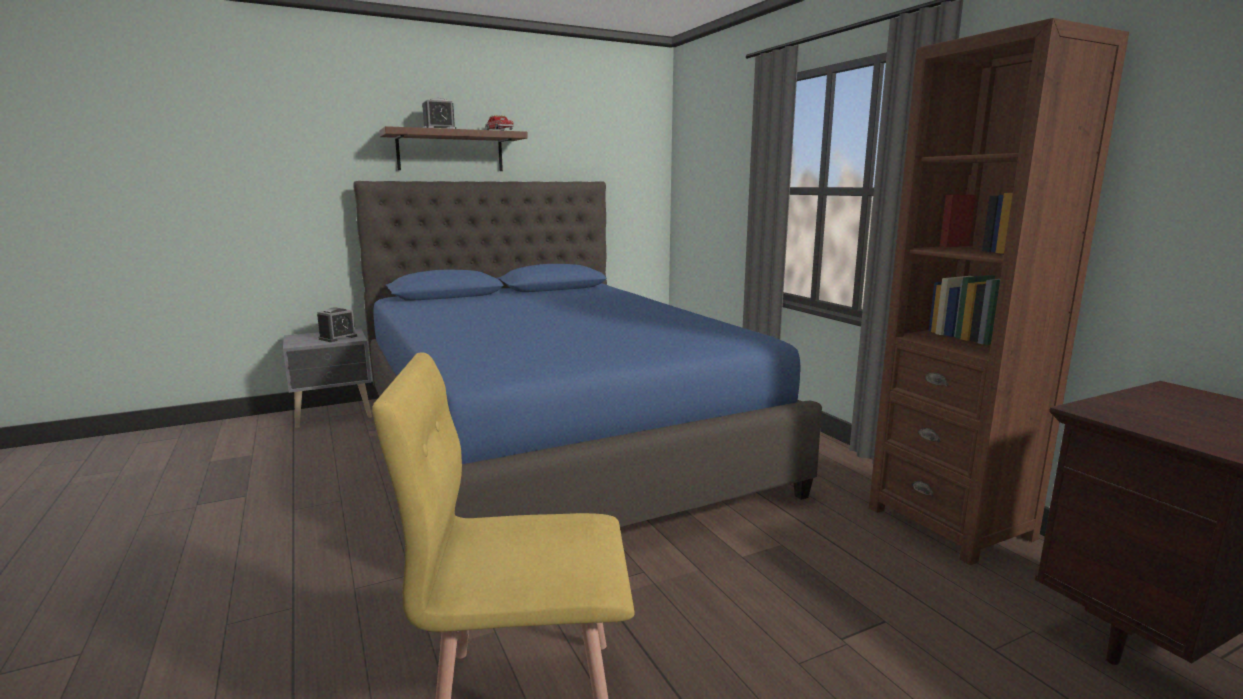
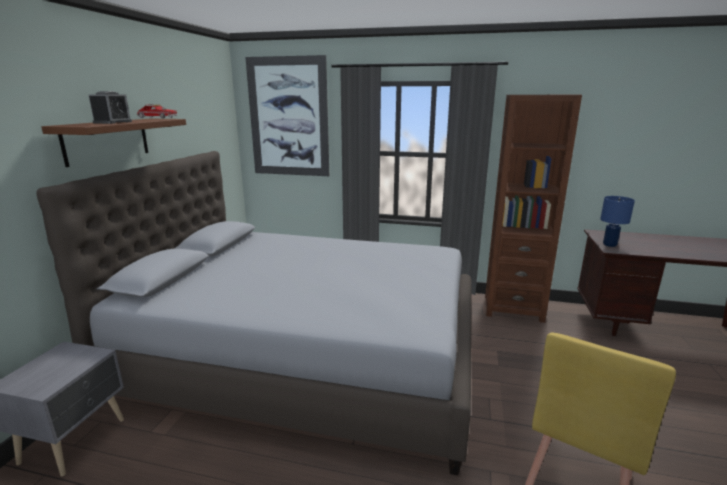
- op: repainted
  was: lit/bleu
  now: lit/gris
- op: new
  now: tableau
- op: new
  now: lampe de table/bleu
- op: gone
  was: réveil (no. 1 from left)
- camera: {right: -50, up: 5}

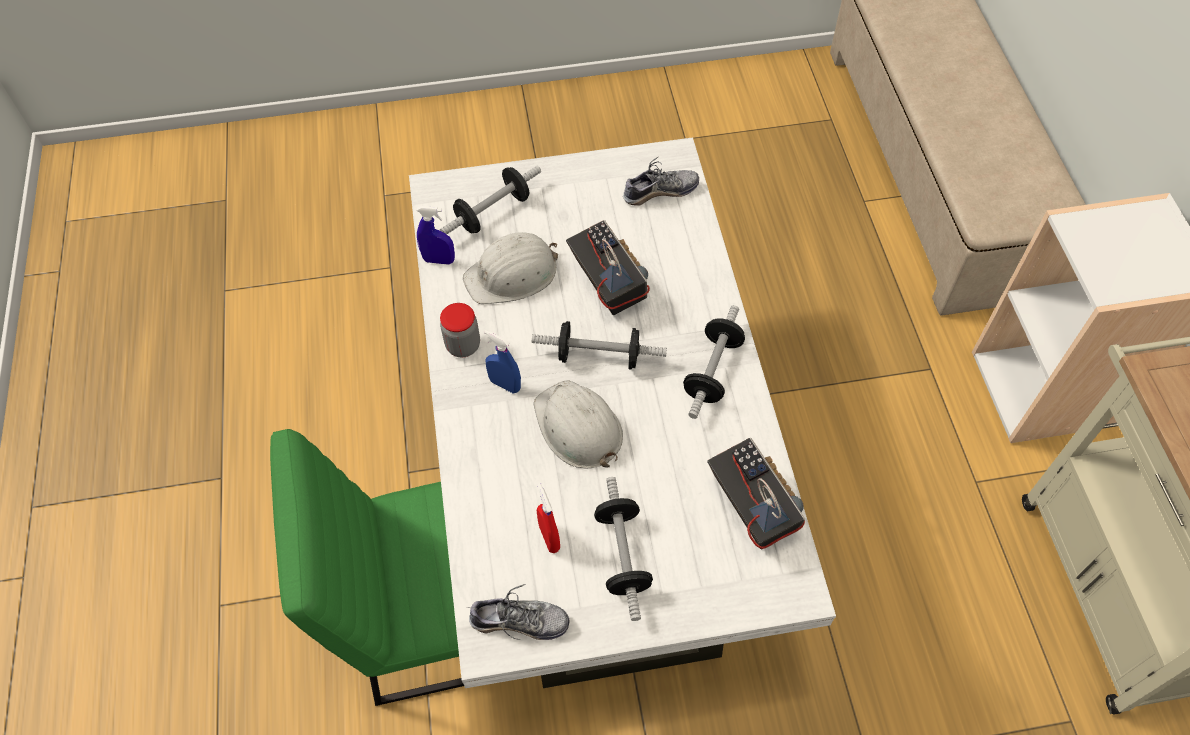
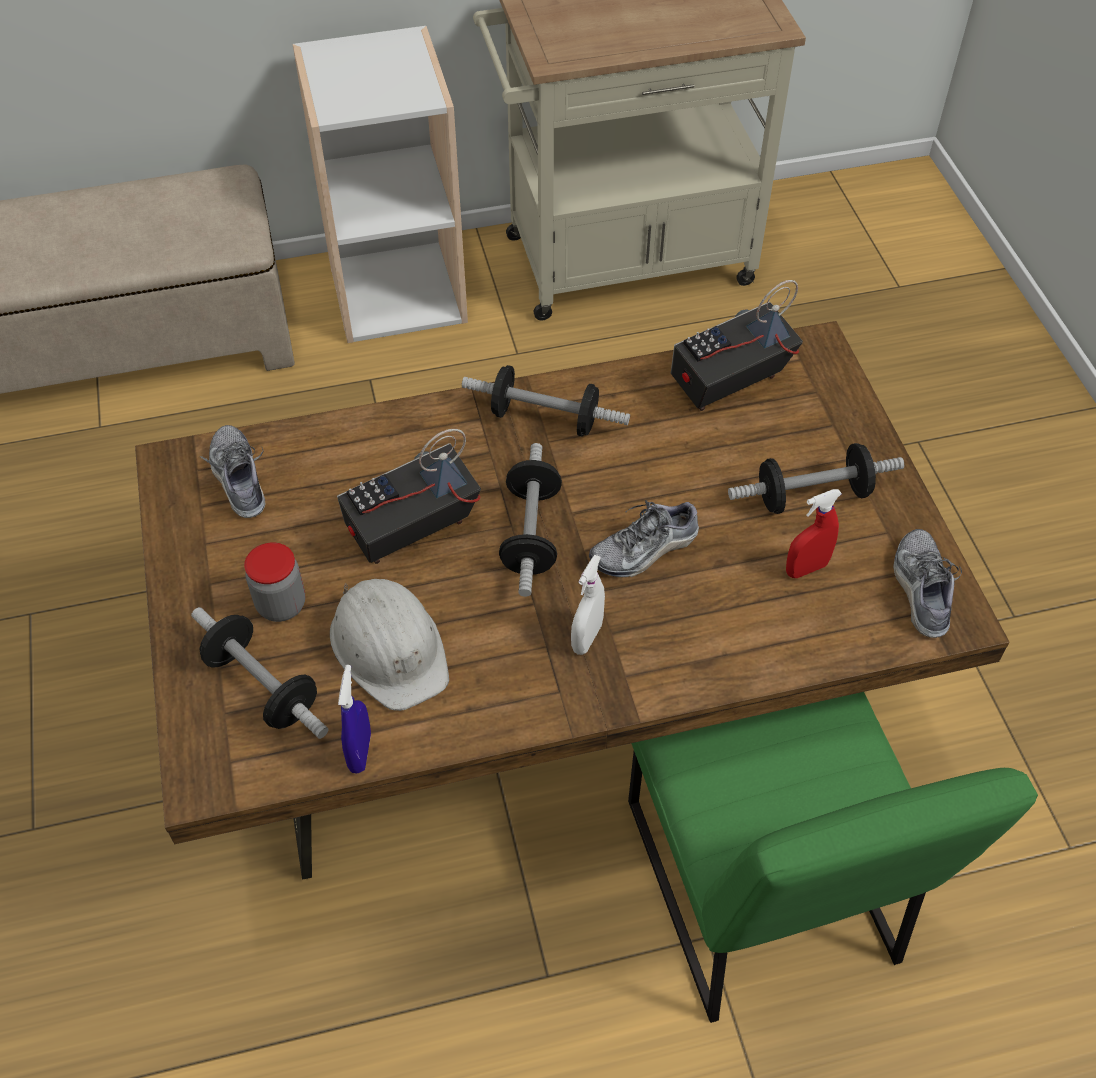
- op: repainted
  was: table à manger/blanc
  now: table à manger/marron
- op: shifted
  was: bocal
- op: repainted
  was: vaporisateur/bleu (no. 2 from left)
  now: vaporisateur/blanc
- op: swapped
  was: casque de chantier/blanc (no. 2 from left)
  now: chaussure (no. 2 from left)
- camera: {right: -95, up: -5}

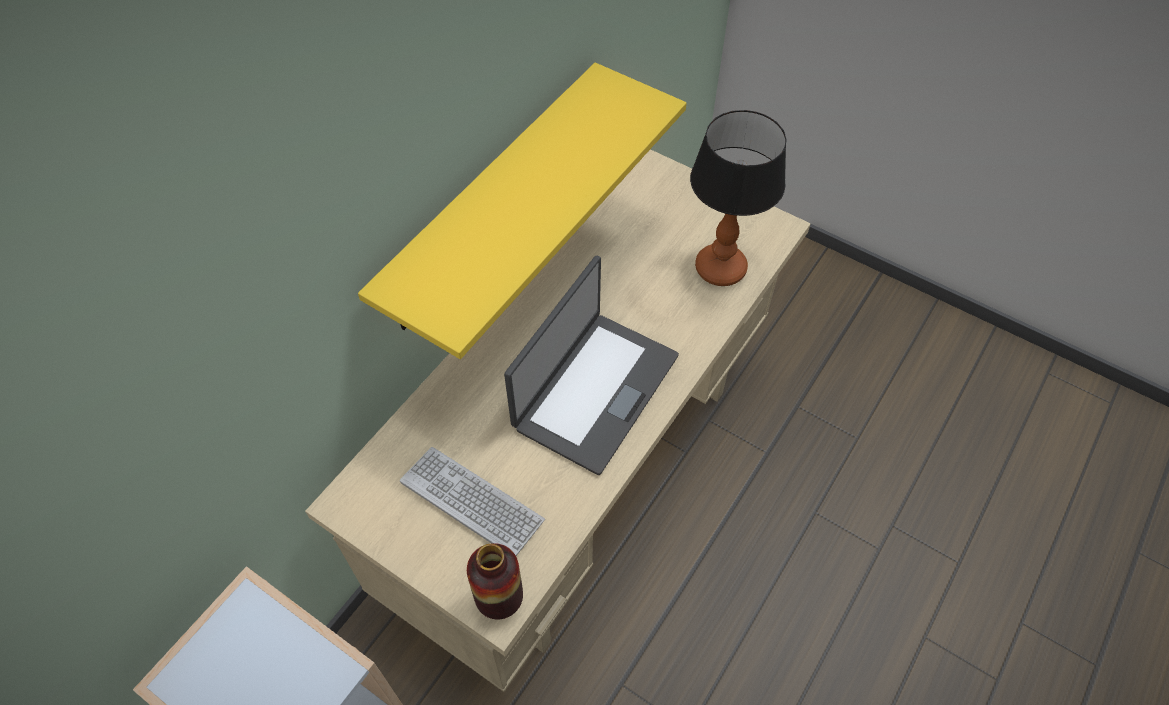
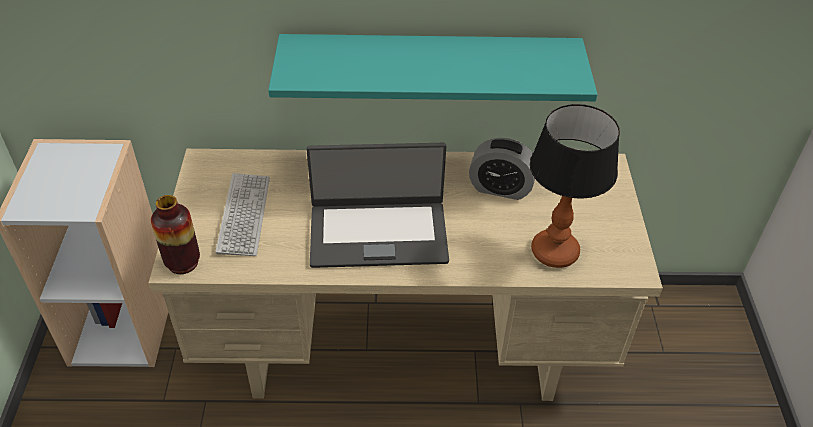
- op: repainted
  was: étagère/jaune
  now: étagère/turquoise
- op: new
  now: réveil
- camera: {right: 55, up: -10}

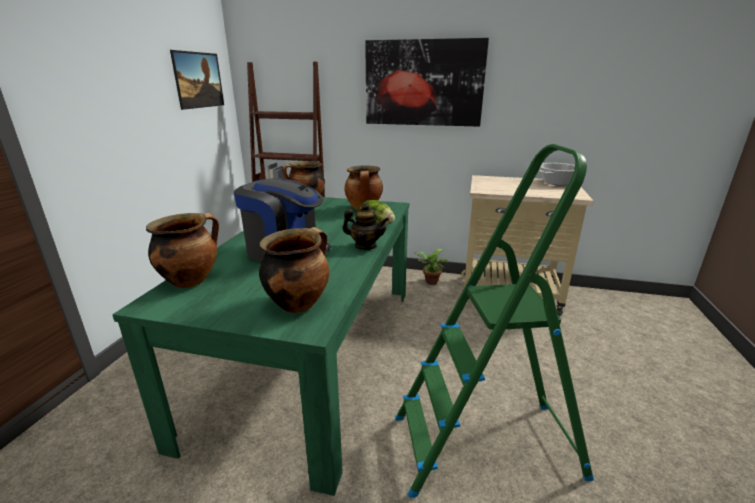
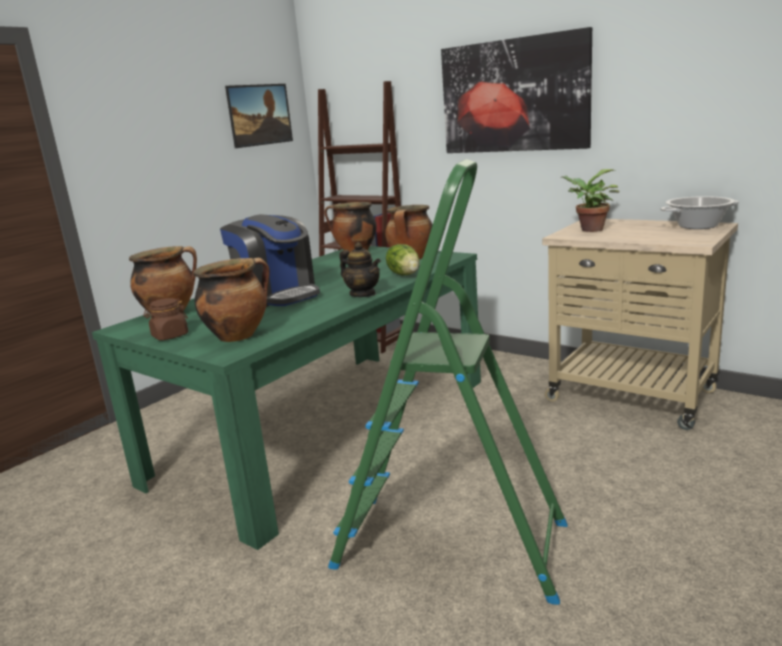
- op: new
  now: bocal/marron
- op: shifted
  was: plante en pot
- camera: {right: 25, up: -5}

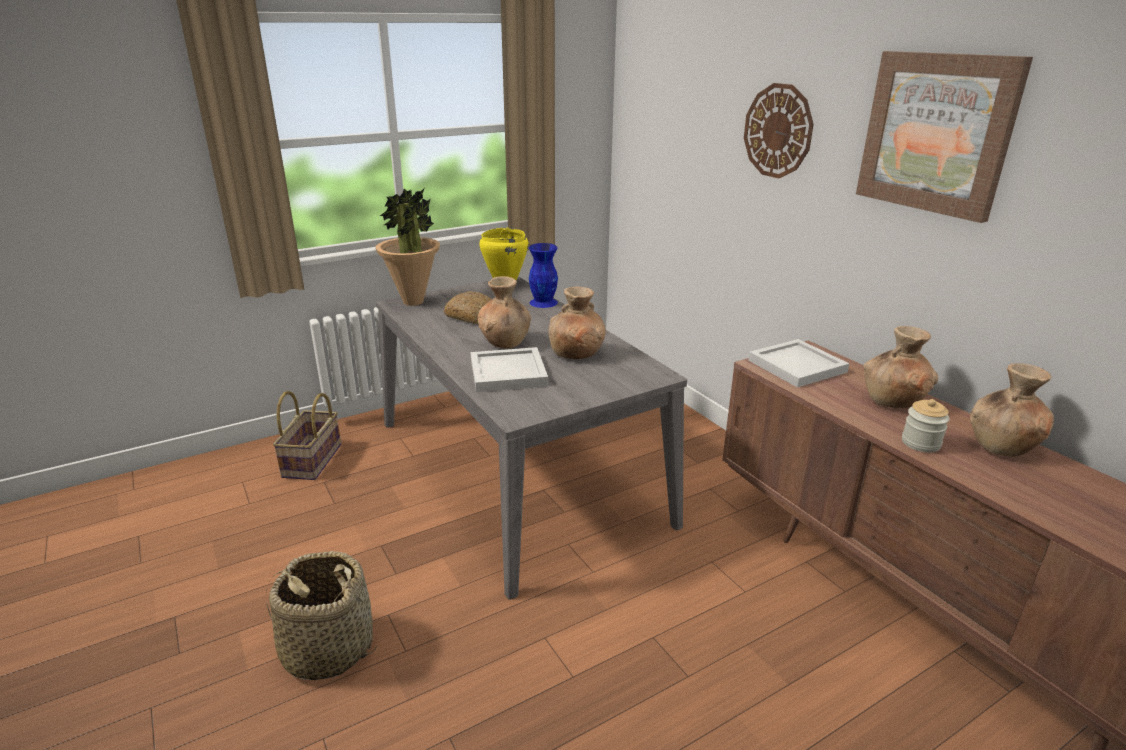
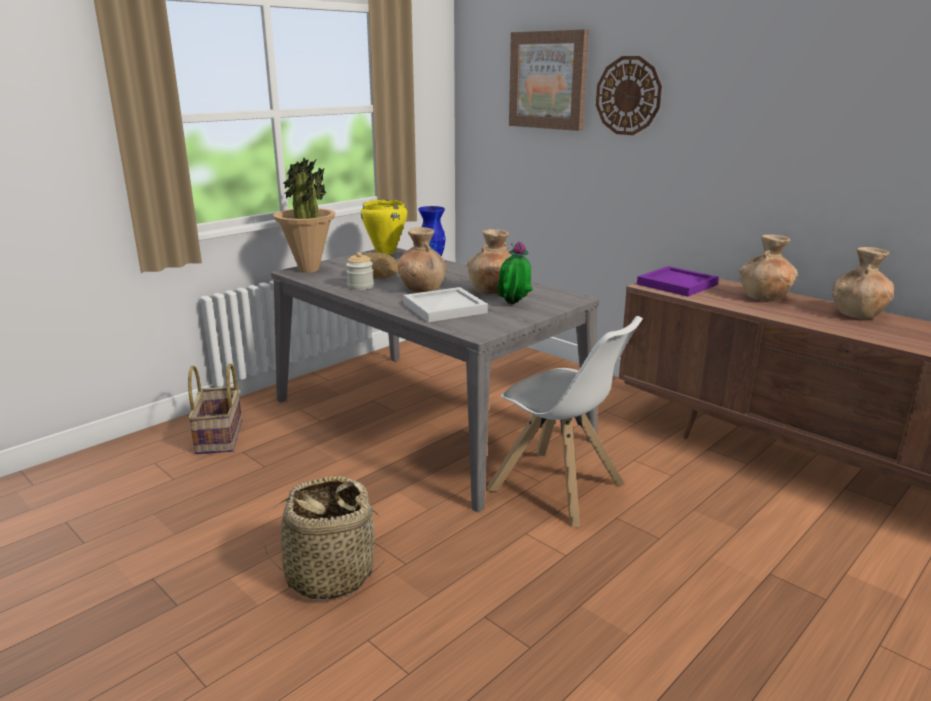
- op: shifted
  was: bocal
- op: new
  now: chaise
- op: new
  now: plante en pot (no. 2 from left)
- op: shifted
  was: tableau
- op: repainted
  was: plateau/blanc (no. 2 from left)
  now: plateau/violet
- camera: {right: -15, up: -5}

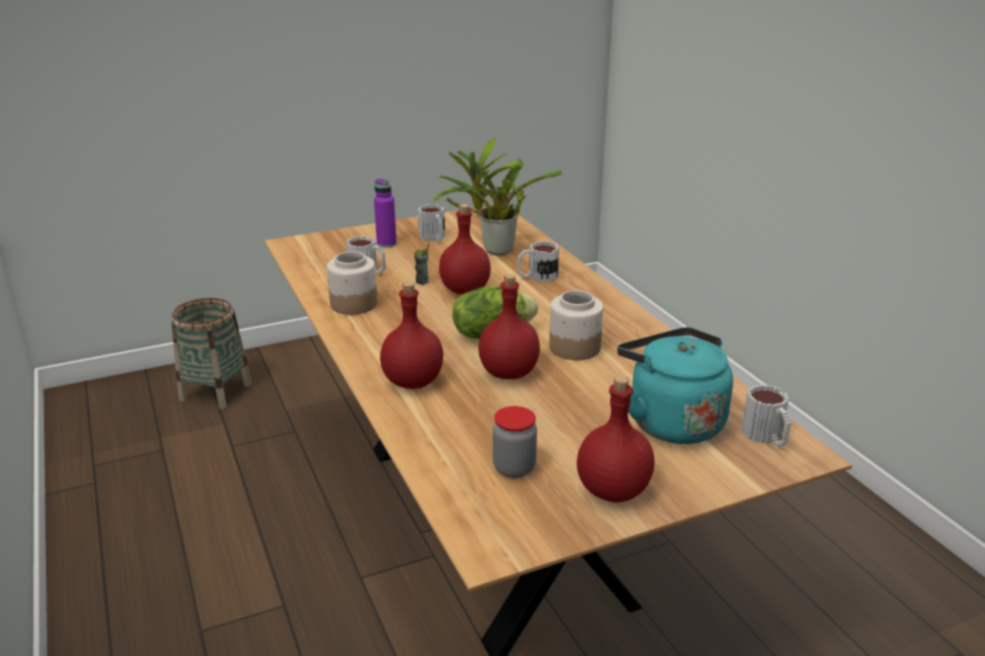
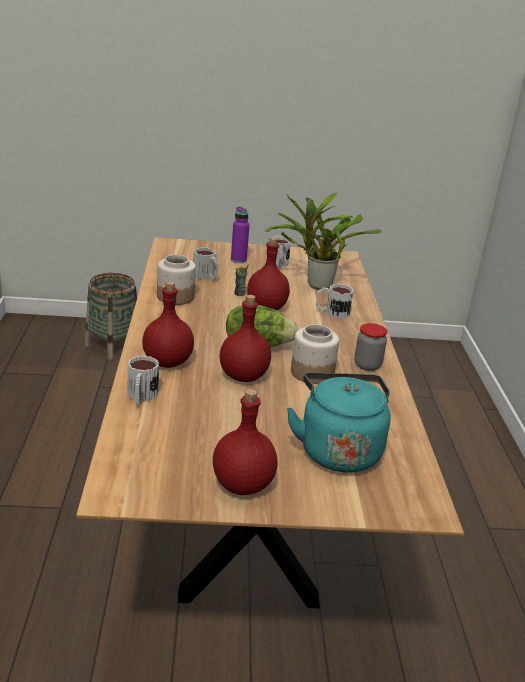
- op: shifted
  was: mug (no. 4 from left in the first image)
  now: mug (no. 1 from left)
- op: shifted
  was: bocal (no. 2 from left in the first image)
  now: bocal (no. 3 from left)
- camera: {right: 20, up: 0}

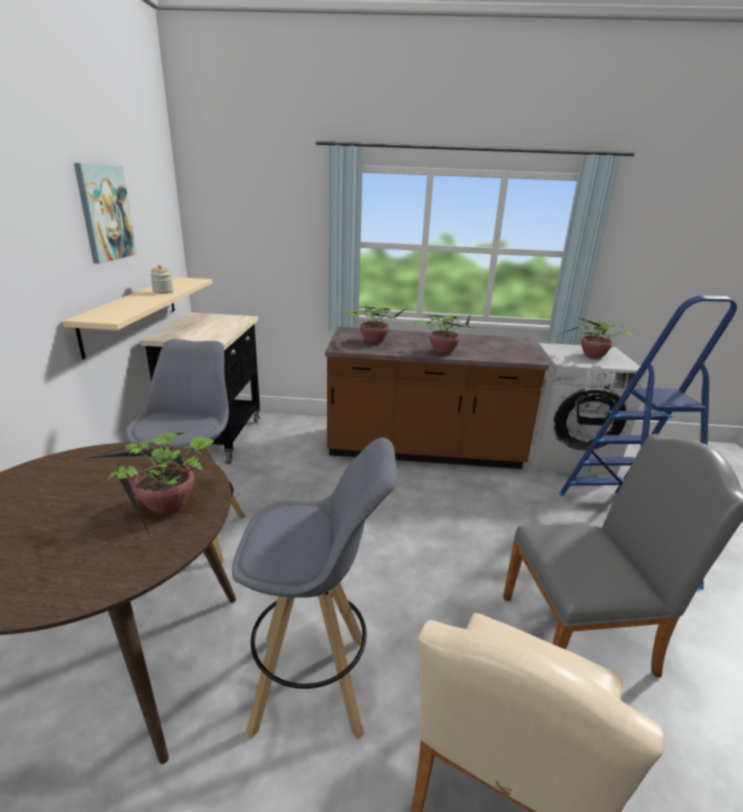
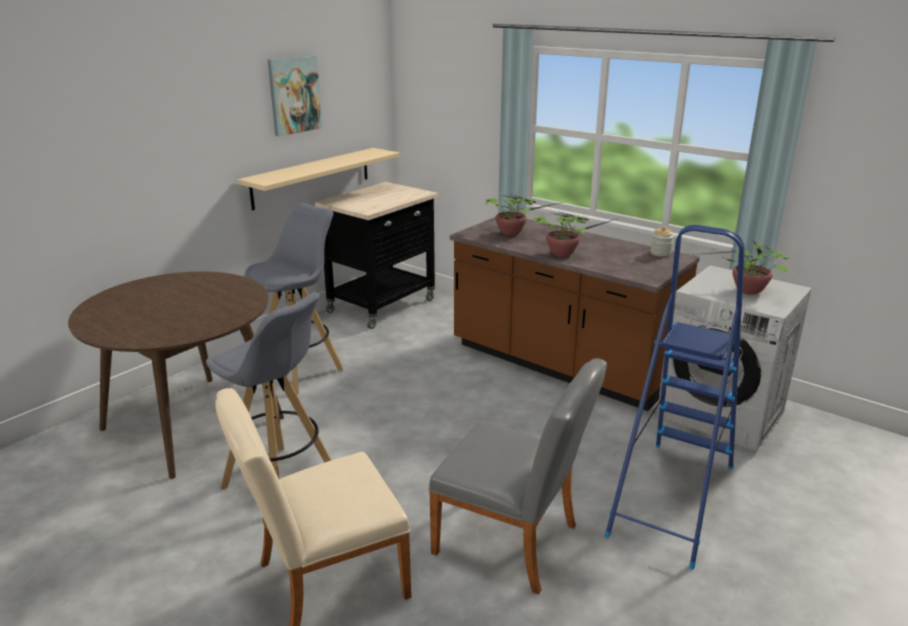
- op: shifted
  was: bocal
- op: gone
  was: plante en pot (no. 1 from left)
- camera: {right: 35, up: 0}

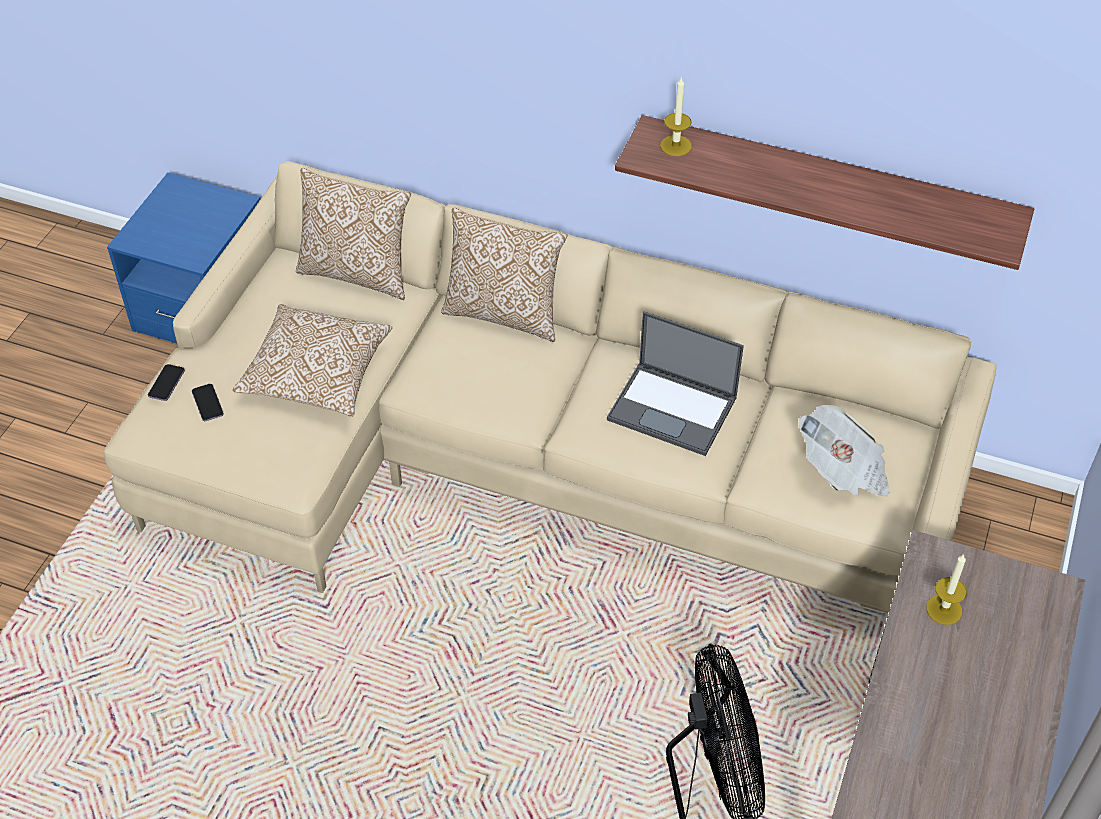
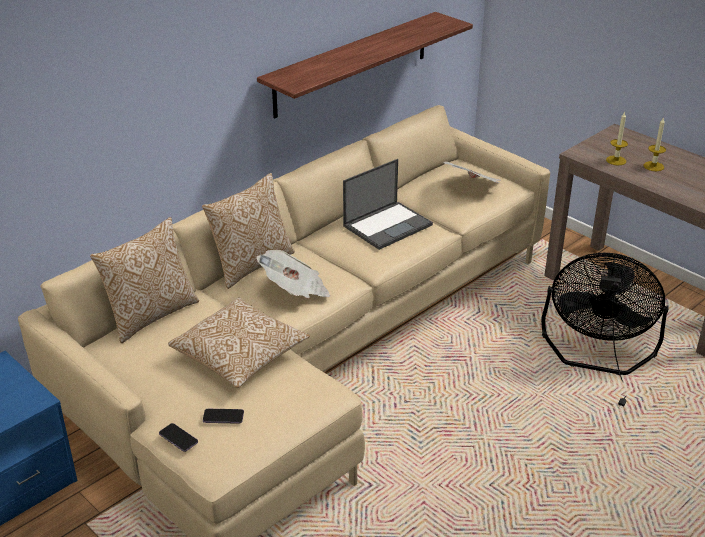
- op: new
  now: journal (no. 1 from left)
- op: shifted
  was: bougie (no. 1 from left in the first image)
  now: bougie (no. 2 from left)
- camera: {right: -65, up: -15}

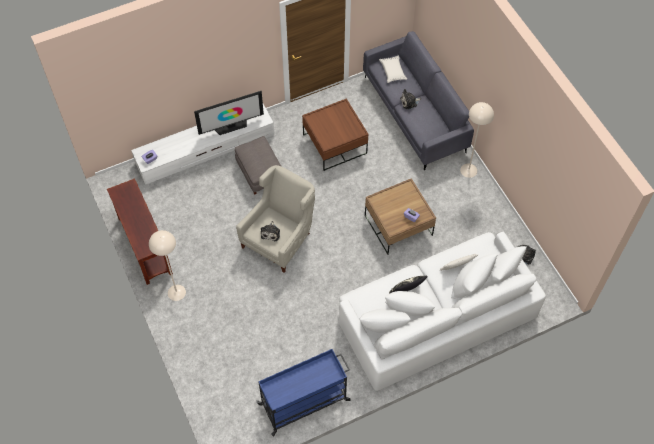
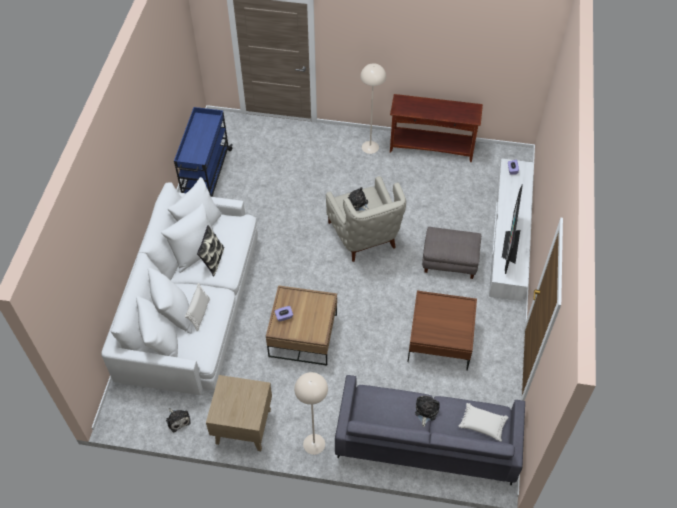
- op: new
  now: table de chevet/beige
- camera: {right: 125, up: -5}

